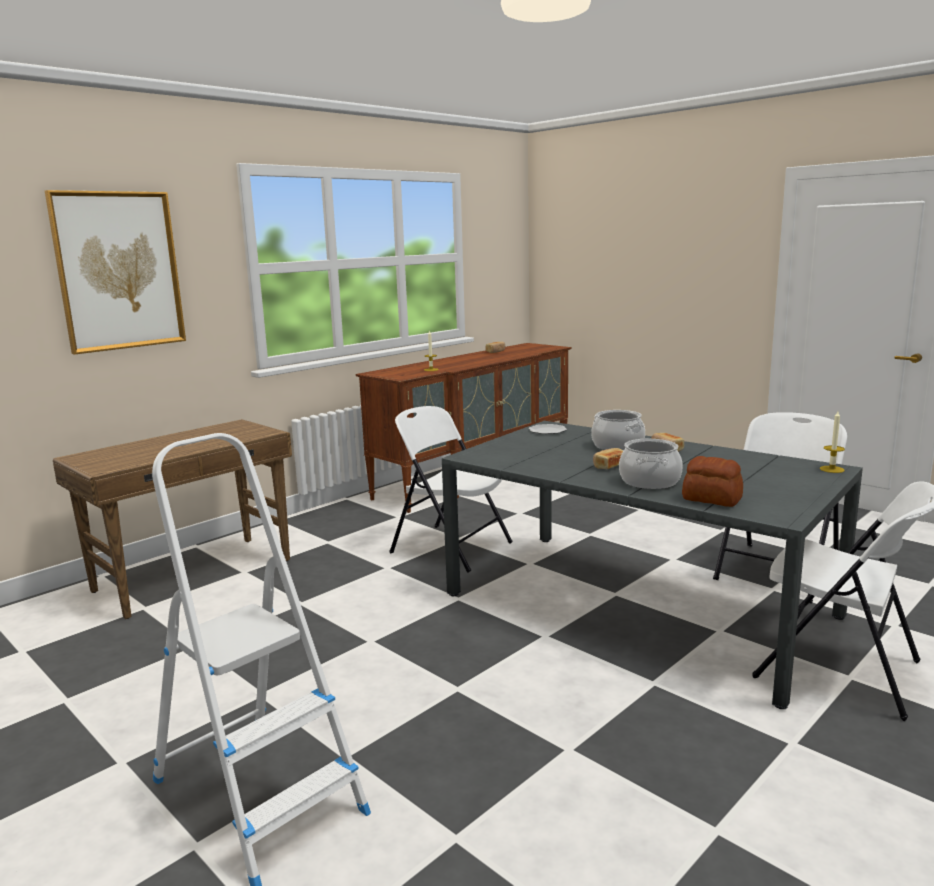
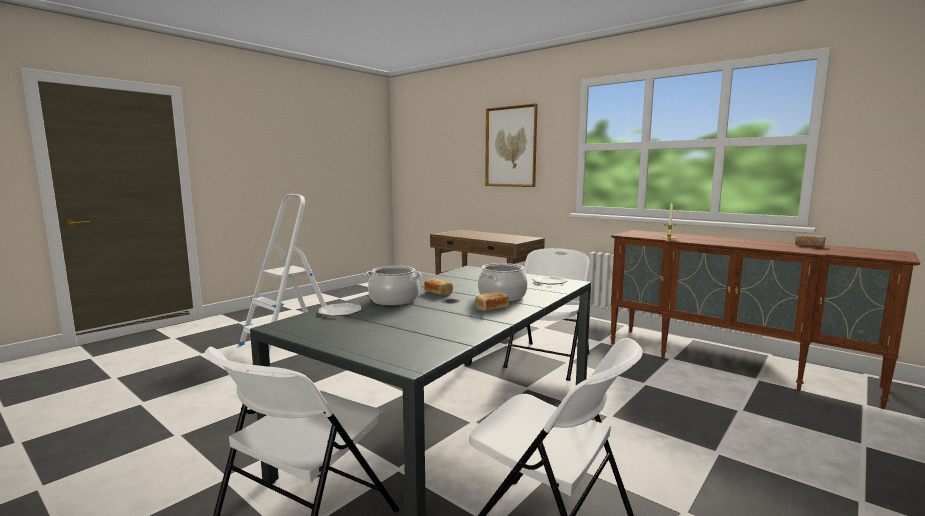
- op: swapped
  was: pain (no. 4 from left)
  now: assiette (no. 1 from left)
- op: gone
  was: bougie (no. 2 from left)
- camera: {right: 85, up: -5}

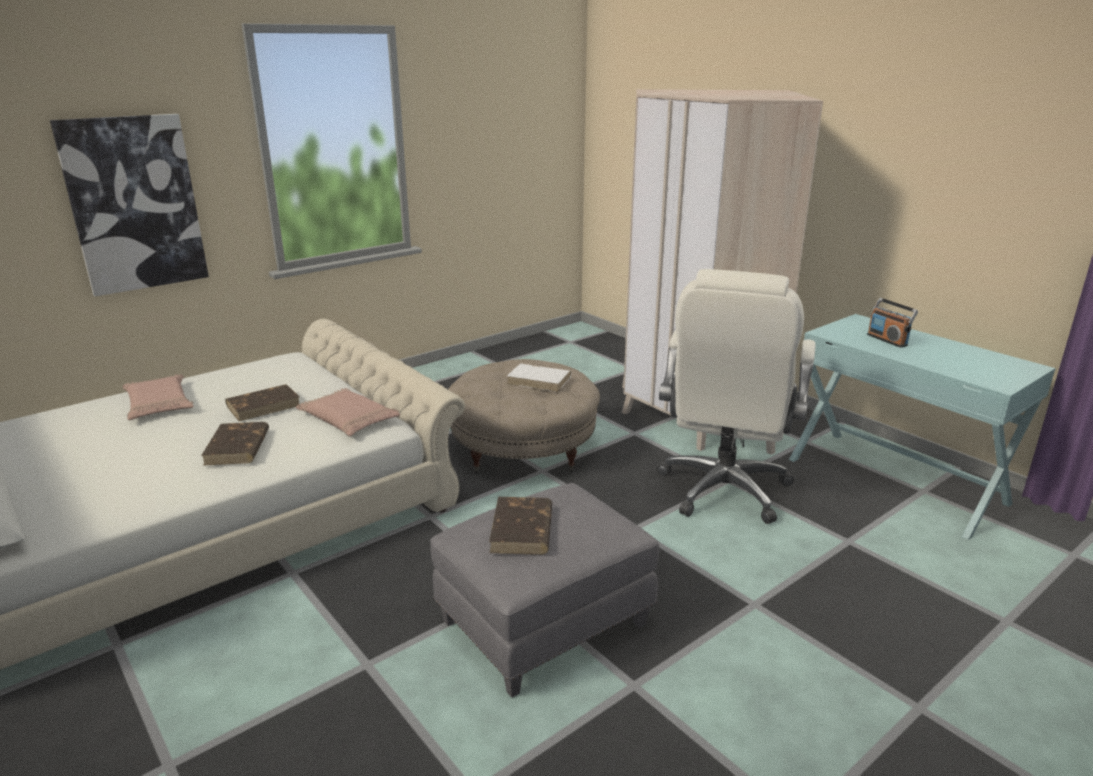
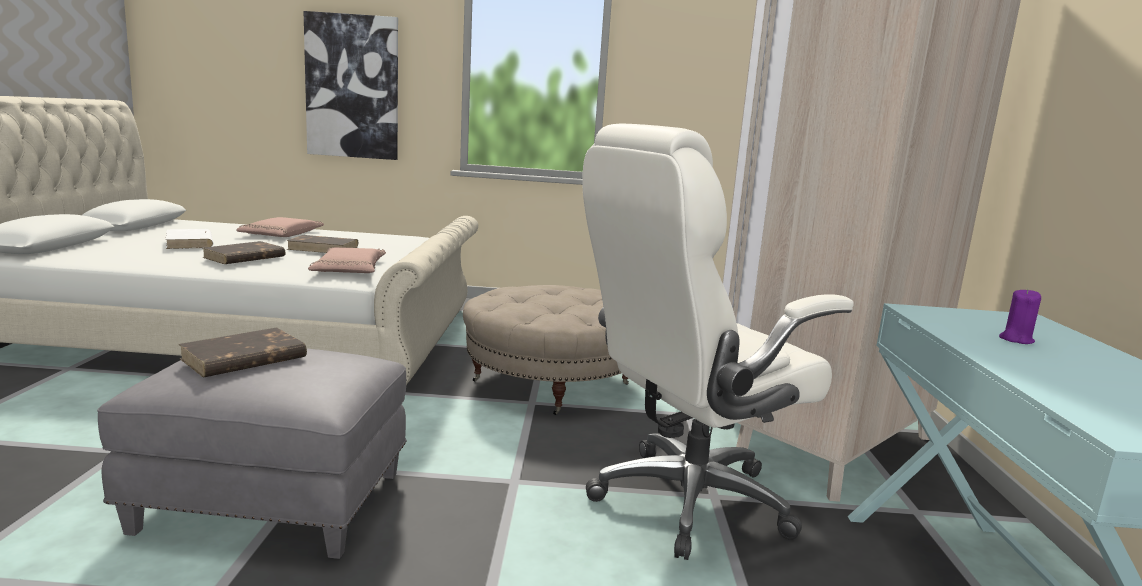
- op: shifted
  was: livre/blanc
- op: swapped
  was: radio
  now: bougie/violet
- camera: {right: 40, up: -10}

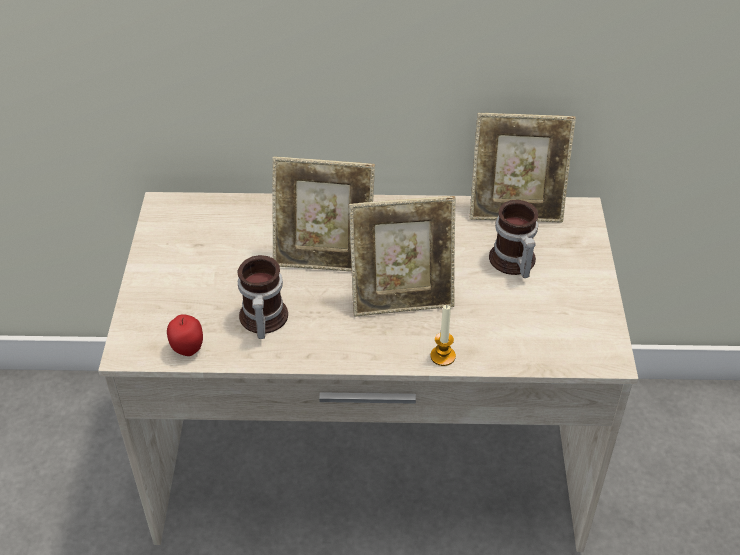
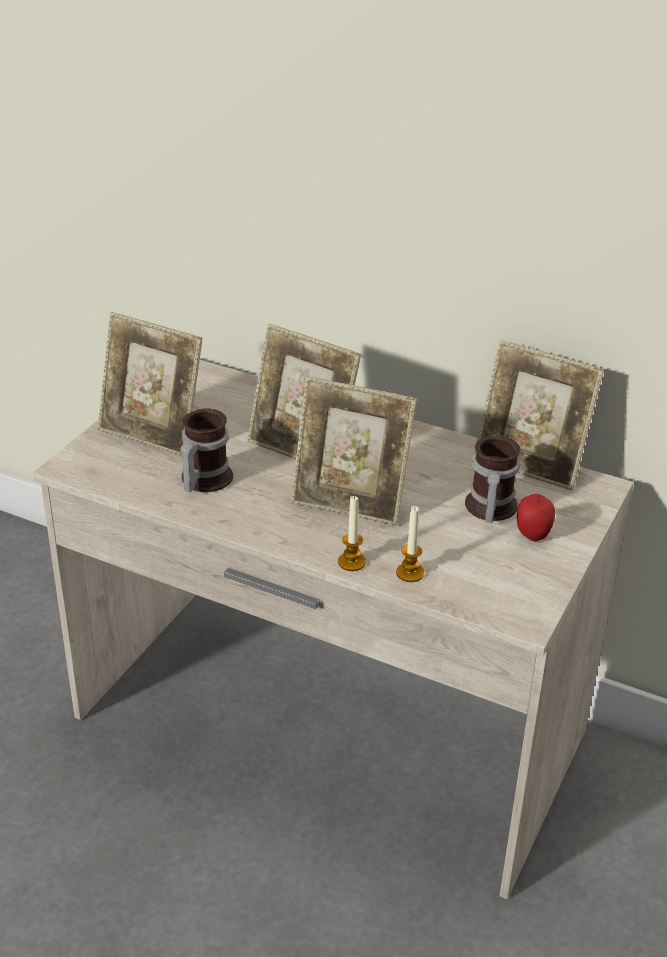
- op: new
  now: cadre photo (no. 1 from left)
- op: new
  now: bougie (no. 2 from left)
- op: shifted
  was: pomme
- camera: {right: 25, up: -10}

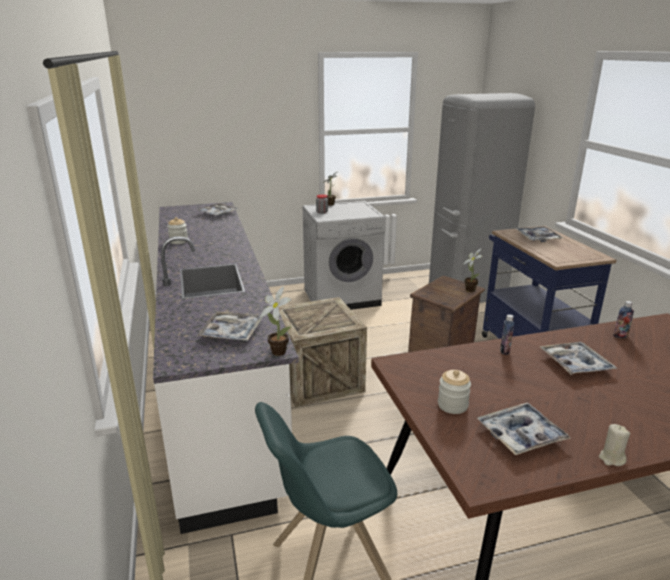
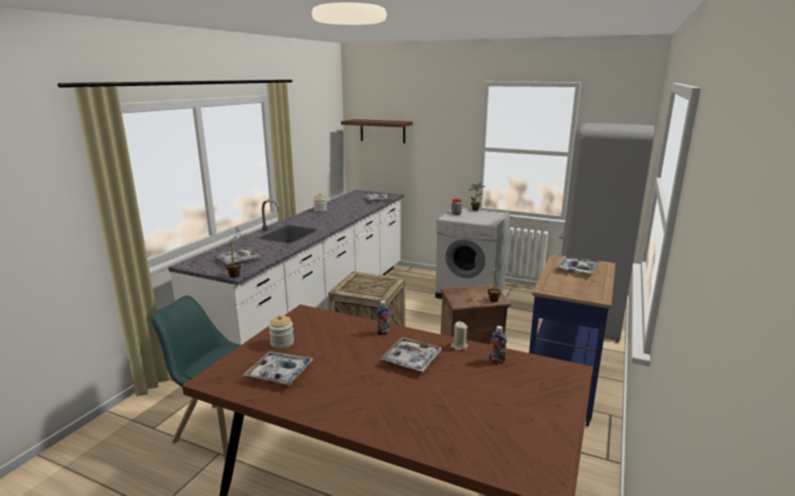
- op: new
  now: étagère
- op: shifted
  was: bougie/beige
- camera: {right: 40, up: -5}

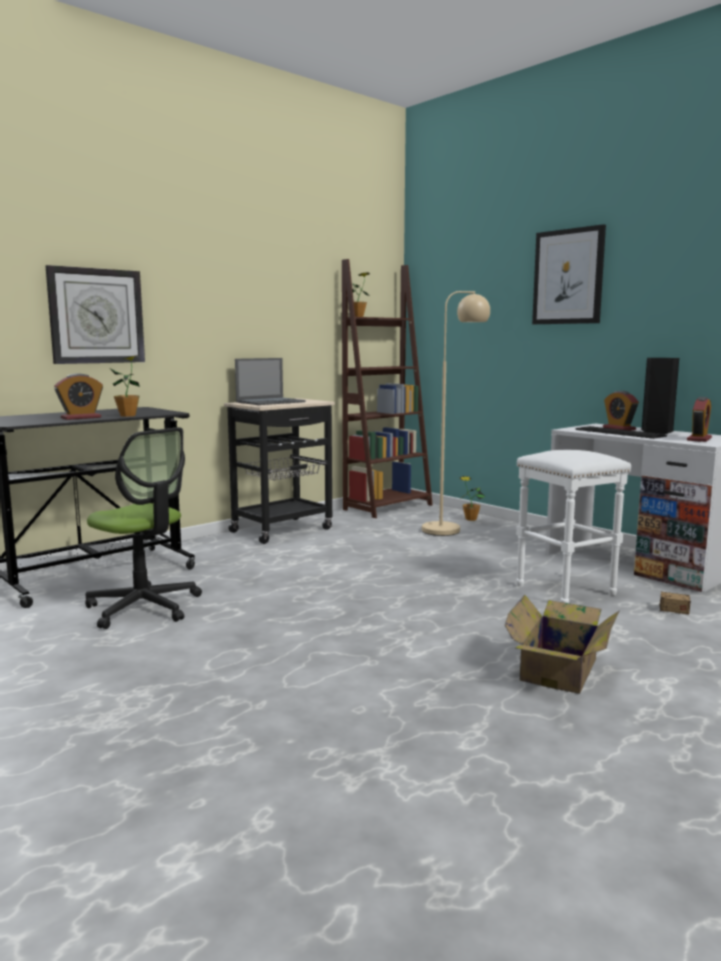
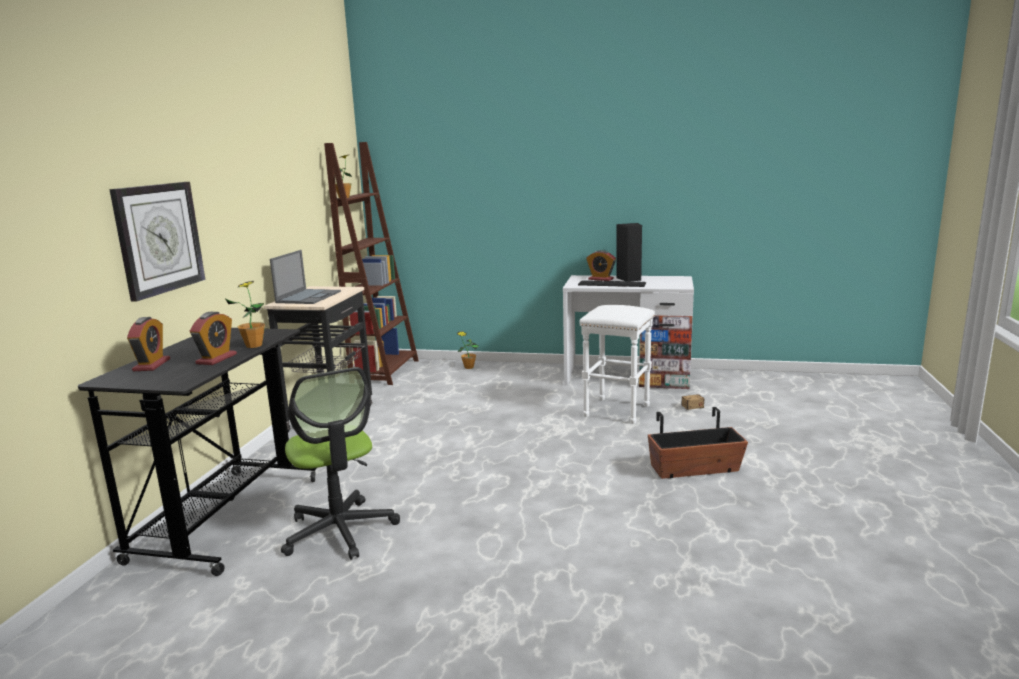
- op: shifted
  was: réveil (no. 3 from left in the first image)
  now: réveil (no. 1 from left)
- op: rotated
  was: chaise de bureau
  clockwise: 60
- op: swapped
  was: carton
  now: cache-pot
- op: gone
  was: lampadaire/beige
- op: gone
  was: tableau
- camera: {right: -35, up: 5}

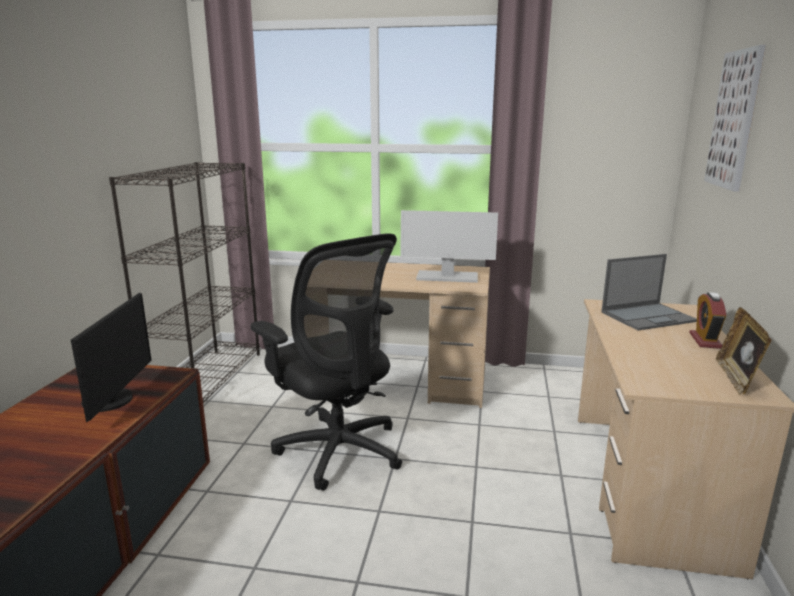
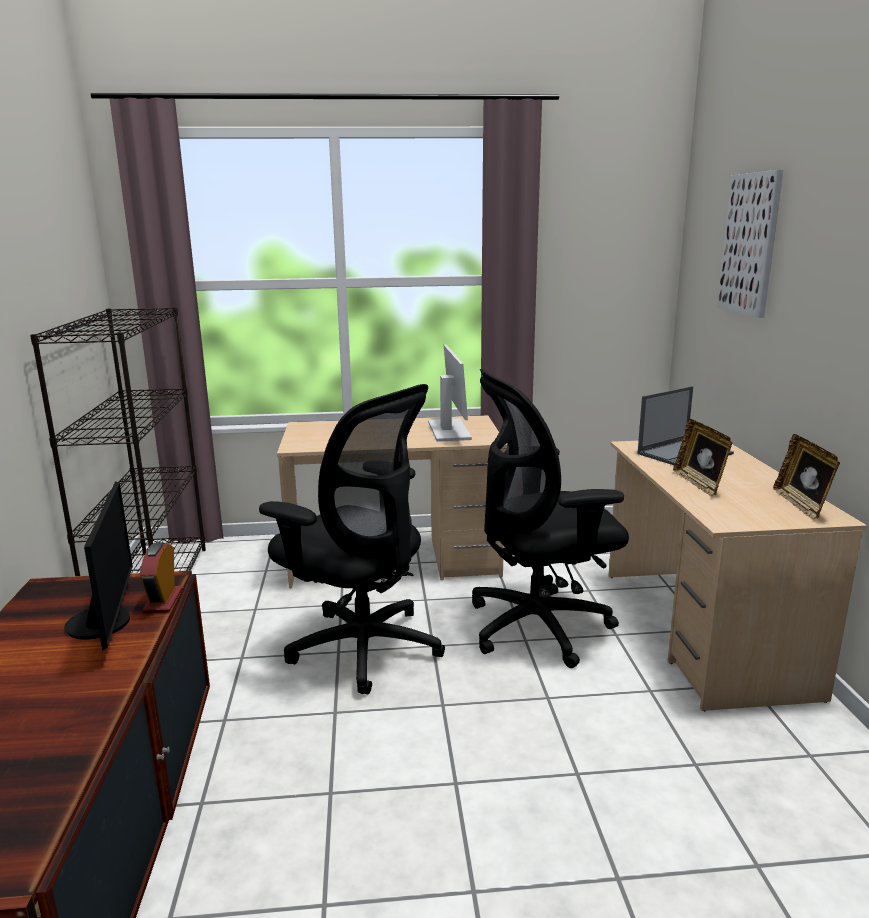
- op: shifted
  was: réveil
- op: rotated
  was: écran d'ordinateur (no. 2 from left)
  clockwise: -90
- op: new
  now: chaise de bureau/noir (no. 2 from left)
- op: new
  now: cadre photo (no. 1 from left)
- camera: {right: -15, up: 0}

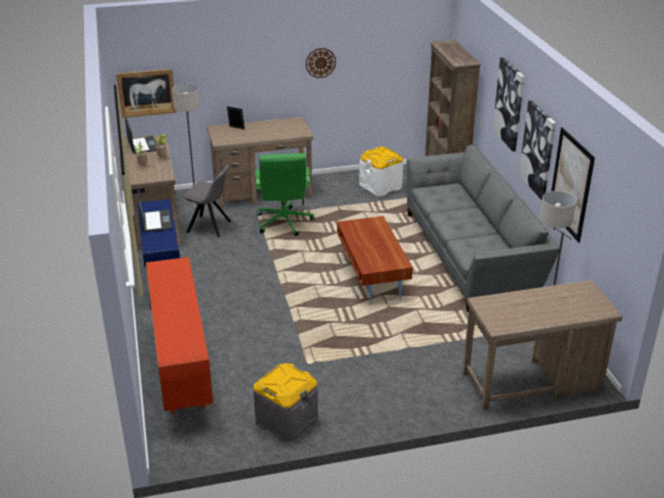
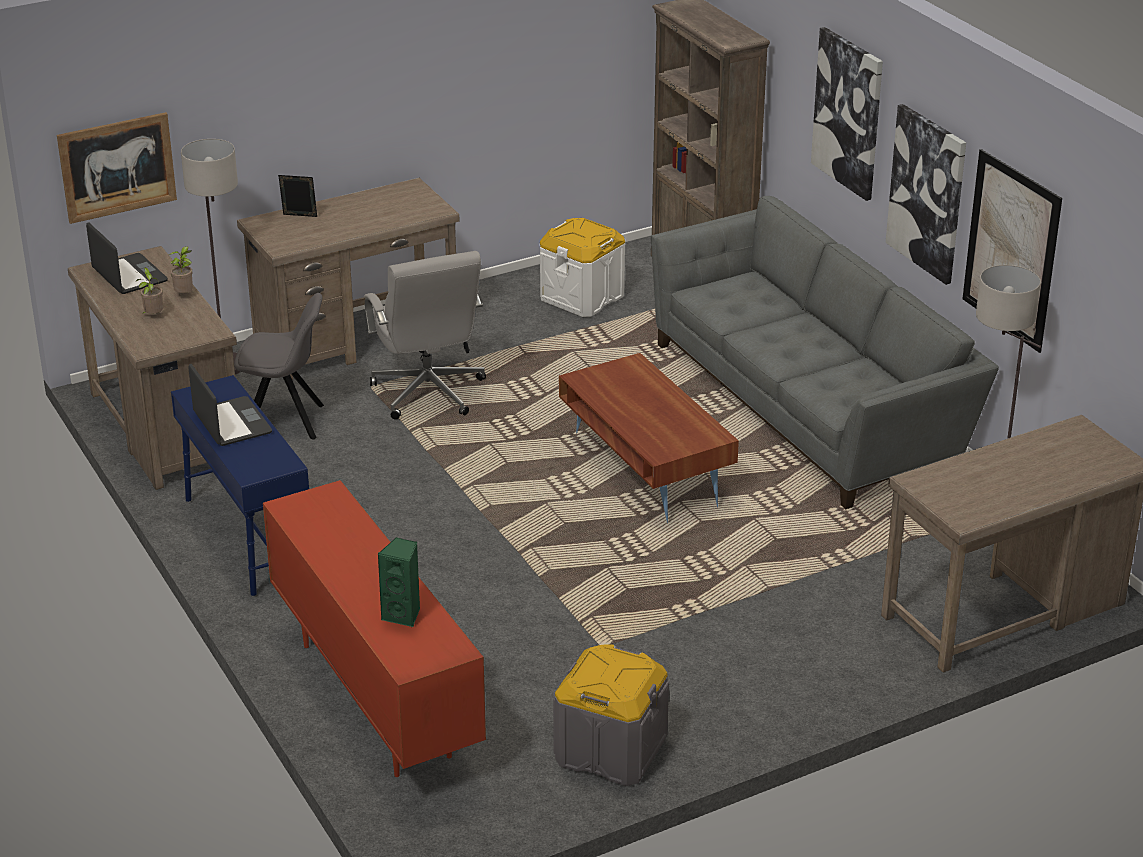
- op: repainted
  was: chaise de bureau/vert
  now: chaise de bureau/gris
- op: new
  now: enceinte/vert
- op: gone
  was: horloge murale
- camera: {right: -15, up: 0}

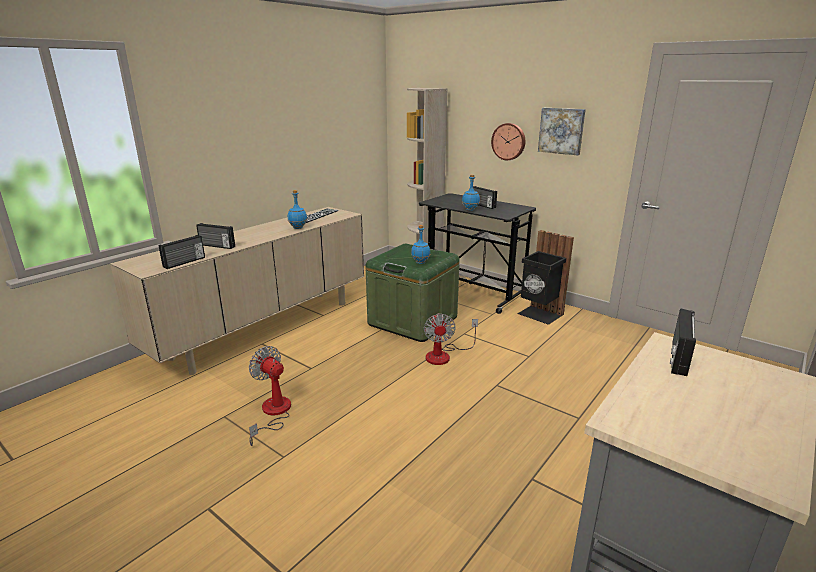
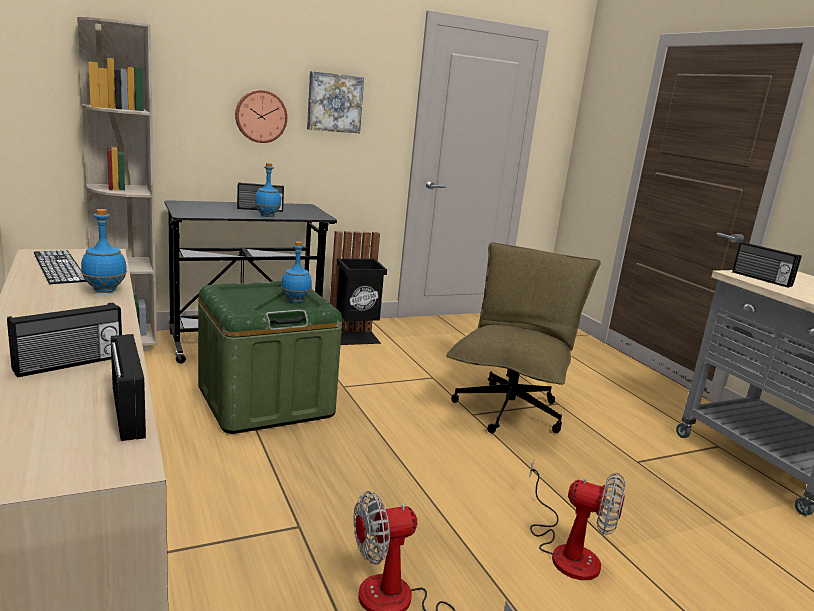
- op: new
  now: chaise de bureau/beige
- op: shifted
  was: ventilateur (no. 2 from left)
- camera: {right: -65, up: -5}

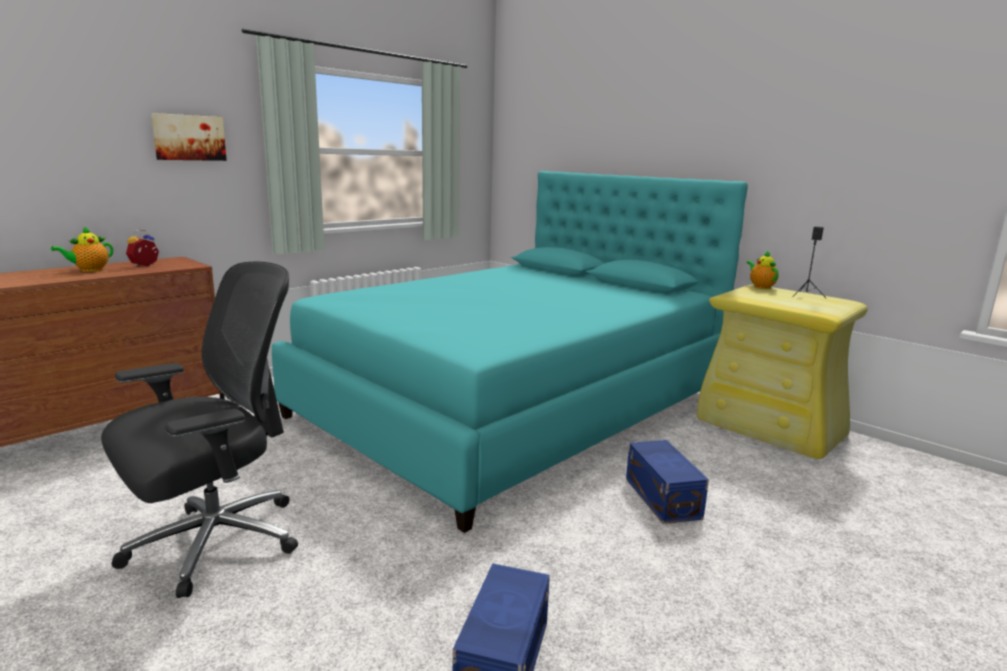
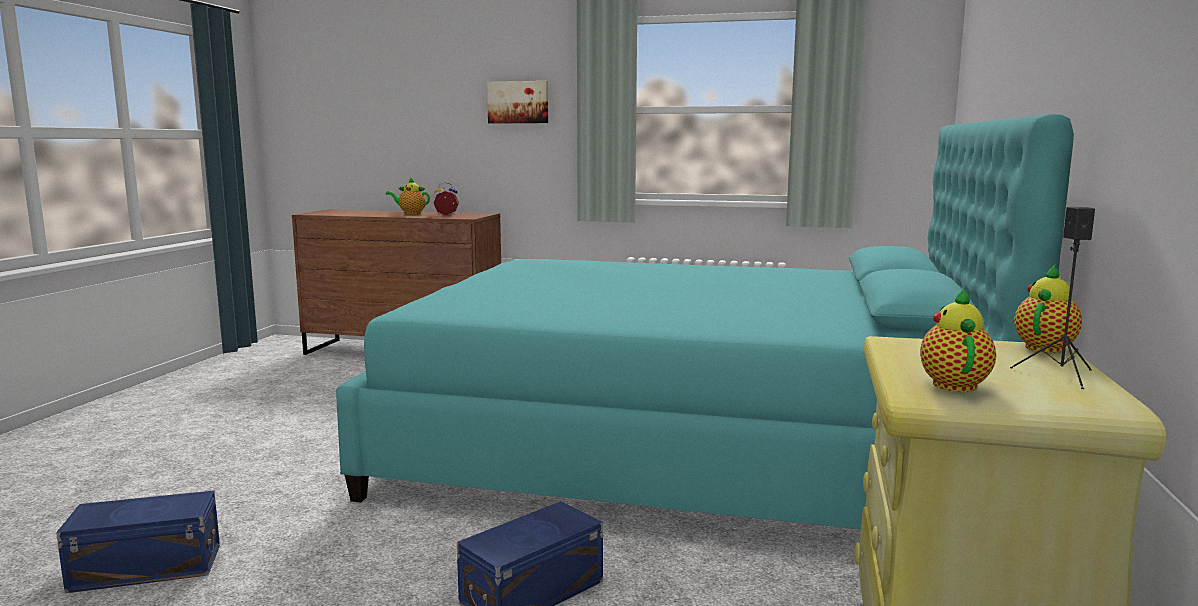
- op: new
  now: théière (no. 2 from left)
- op: gone
  was: chaise de bureau
- camera: {right: 60, up: -5}

